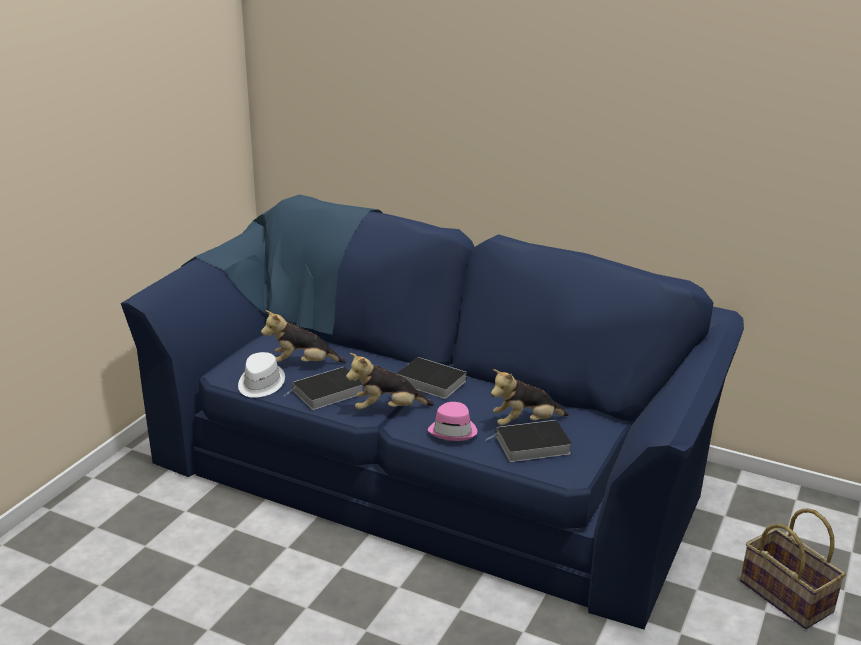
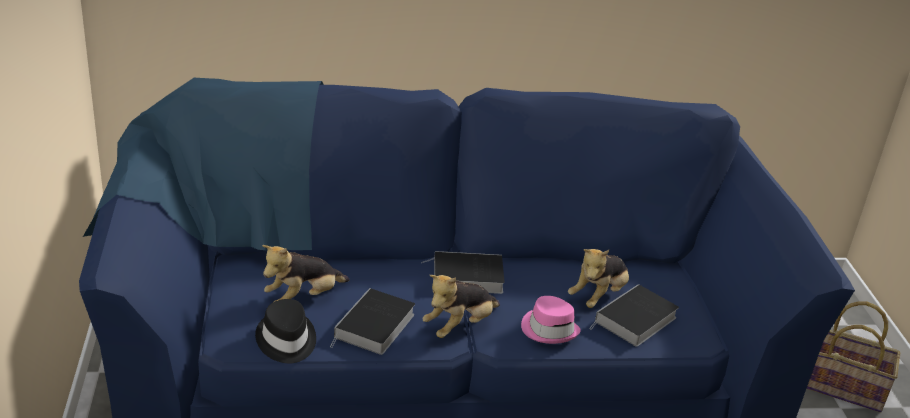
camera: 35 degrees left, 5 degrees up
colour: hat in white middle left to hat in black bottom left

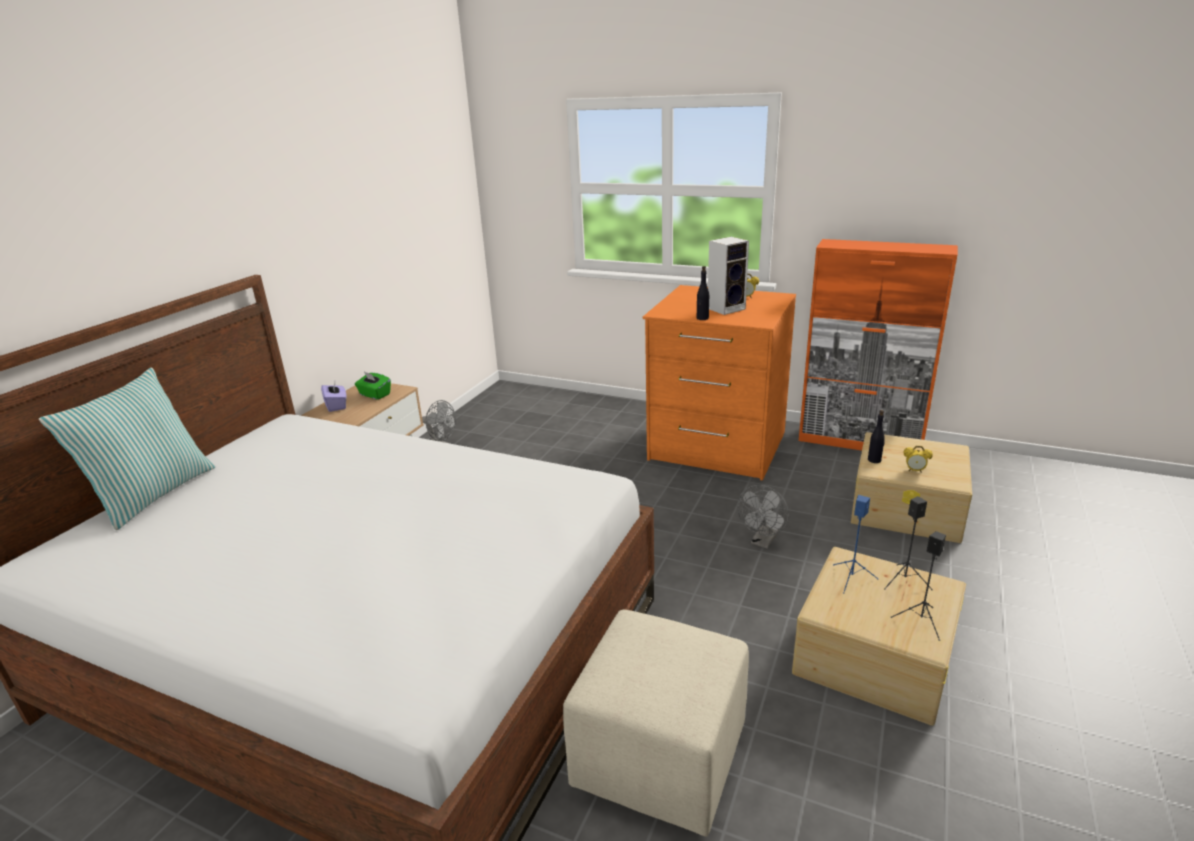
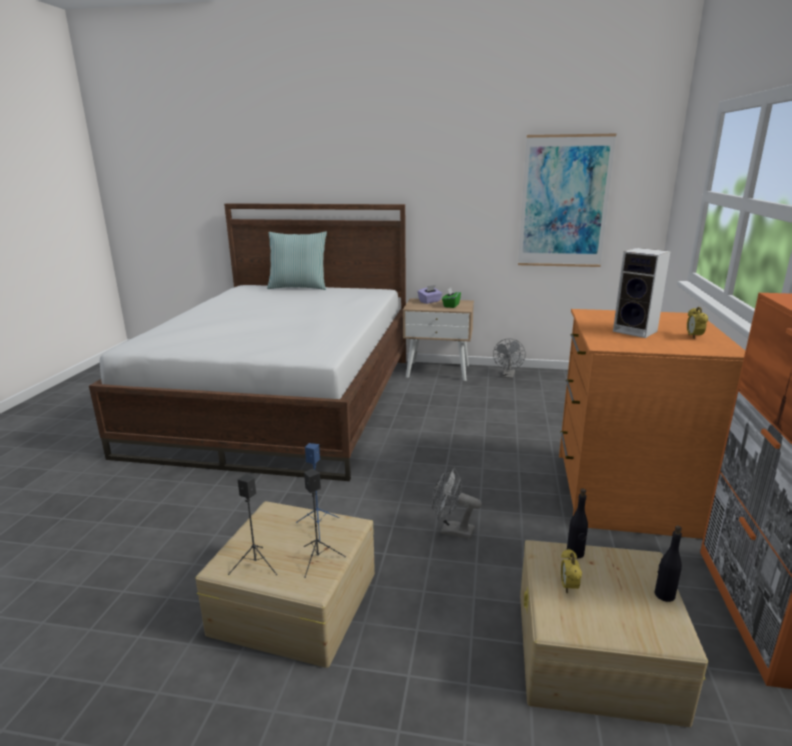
camera: 75 degrees right, 5 degrees down
missing: ottoman in beige bottom centre
appeared: picture top right
relocated: bottle in black (no. 1 from left in the first image) centre to bottle in black (no. 2 from left) bottom right

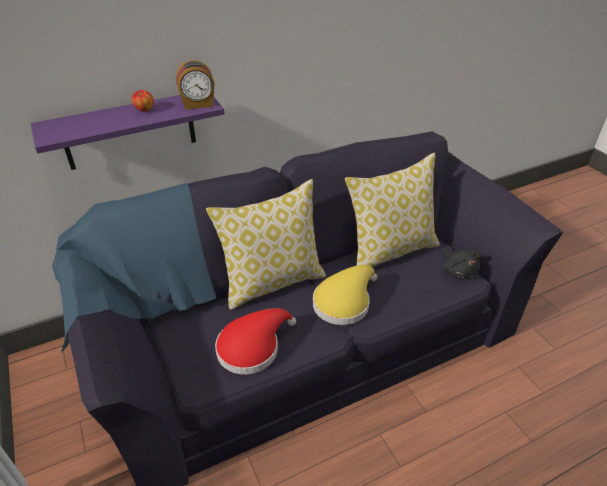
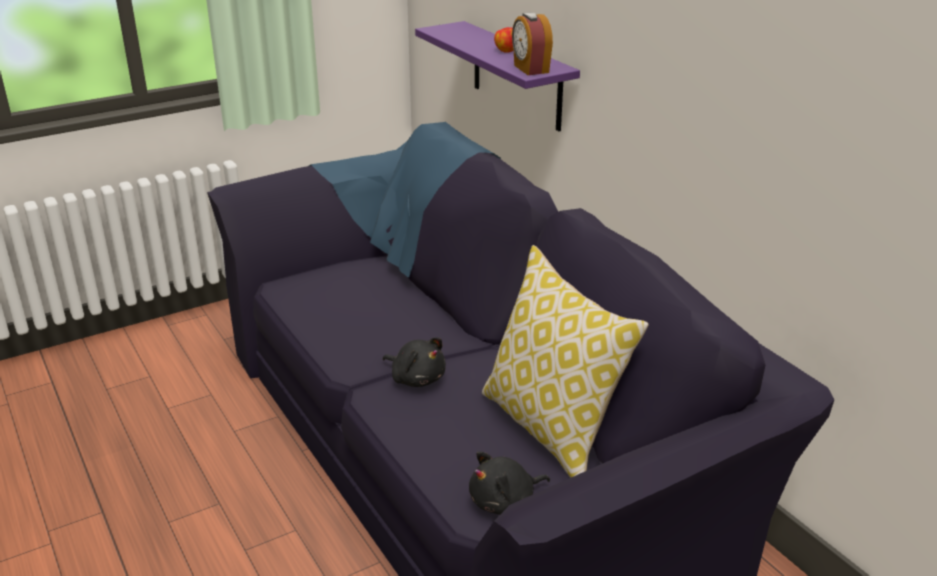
camera: 85 degrees right, 10 degrees down
missing: pillow (no. 1 from left) centre; hat in red bottom centre
exchanged: hat in yellow centre to plush toy in black (no. 1 from left) centre

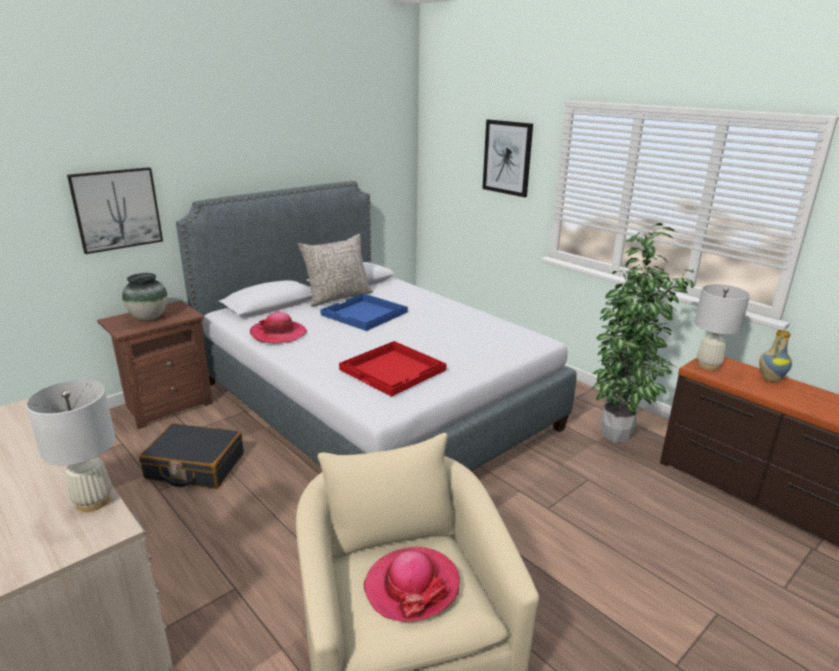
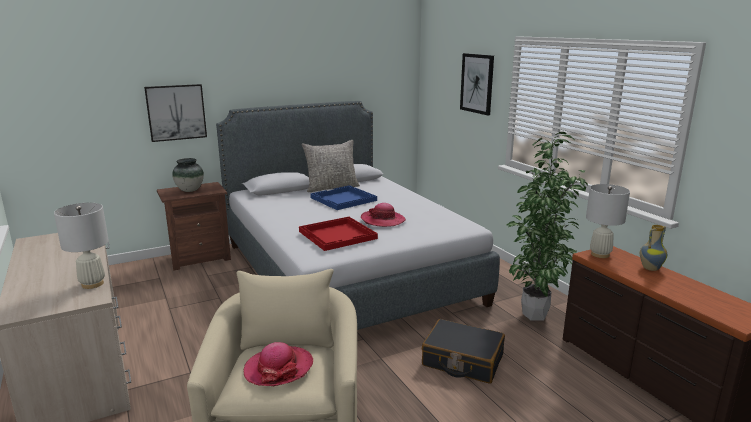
camera: 15 degrees right, 5 degrees down
relocated: suitcase in black bottom left to bottom centre; hat (no. 1 from left in the first image) middle left to hat (no. 2 from left) centre

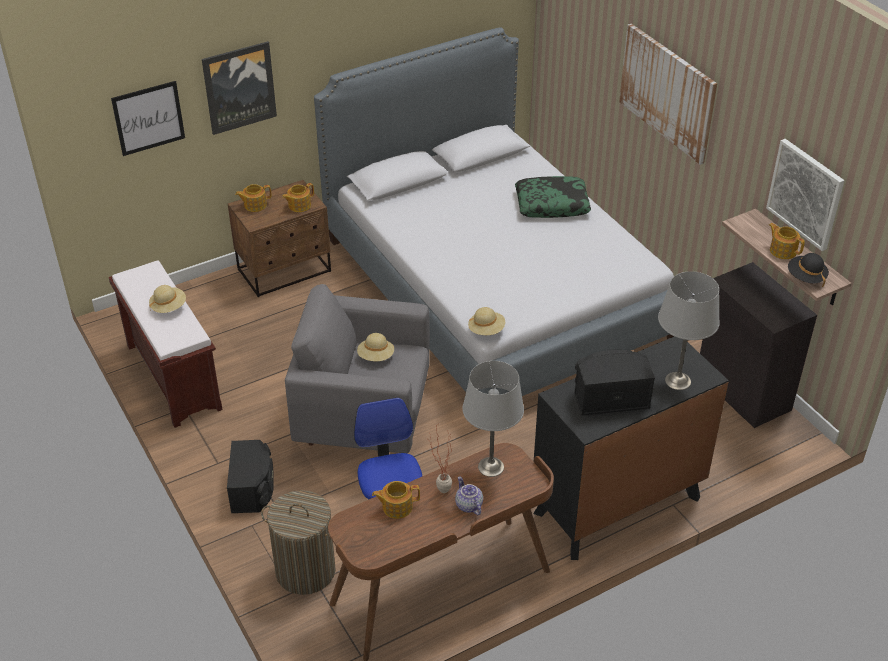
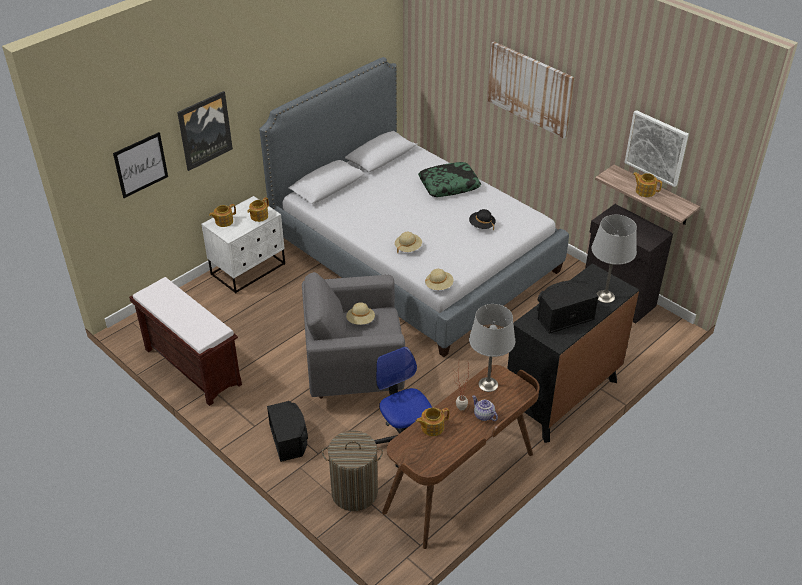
camera: 15 degrees left, 0 degrees up
relocated: hat in beige (no. 1 from left in the first image) middle left to hat in beige (no. 2 from left) centre; hat in black middle right to centre
colour: nightstand in brown middle left to nightstand in white middle left

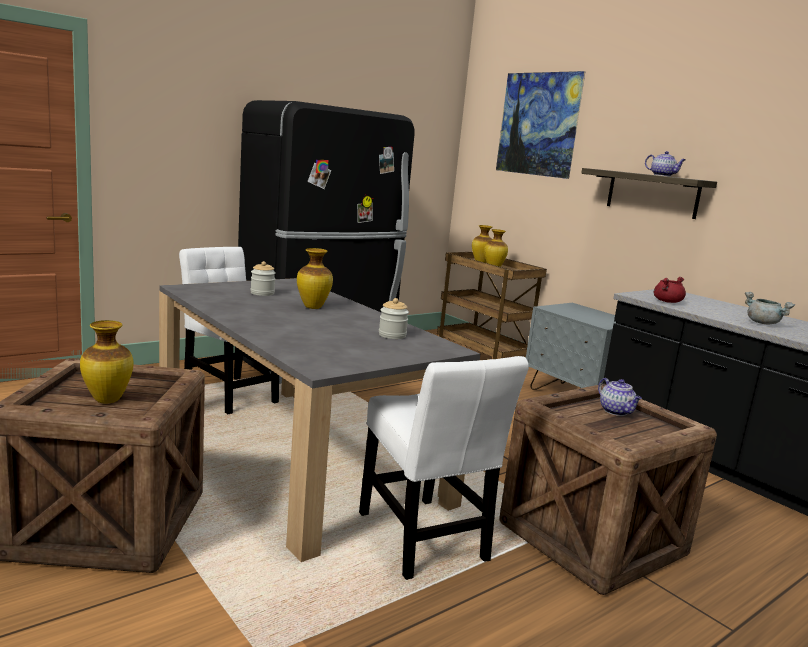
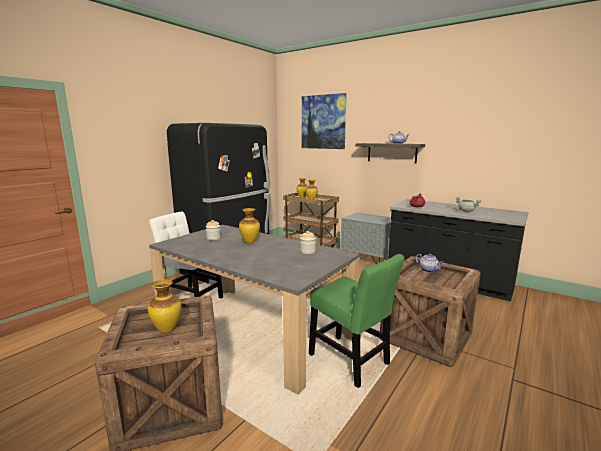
camera: 15 degrees left, 0 degrees up
colour: chair in white (no. 2 from left) bottom centre to chair in green bottom centre

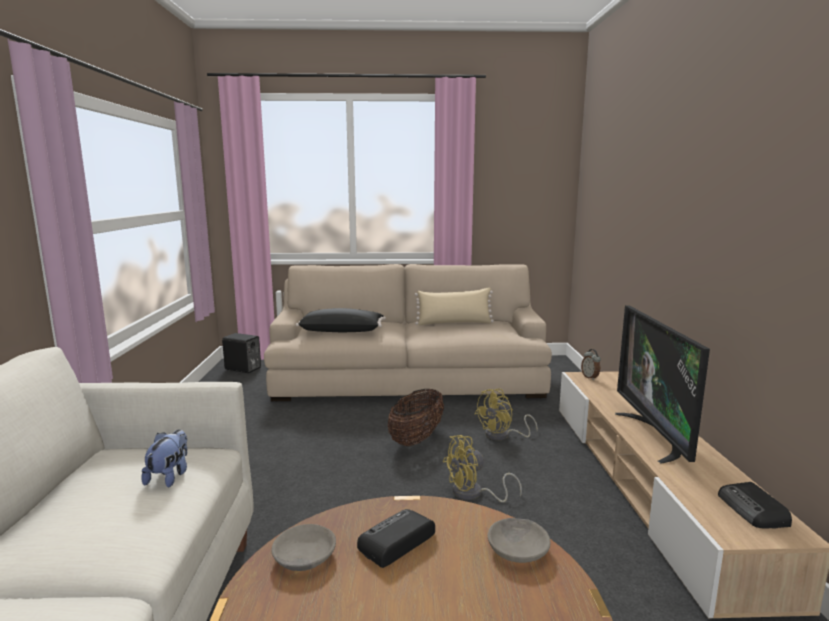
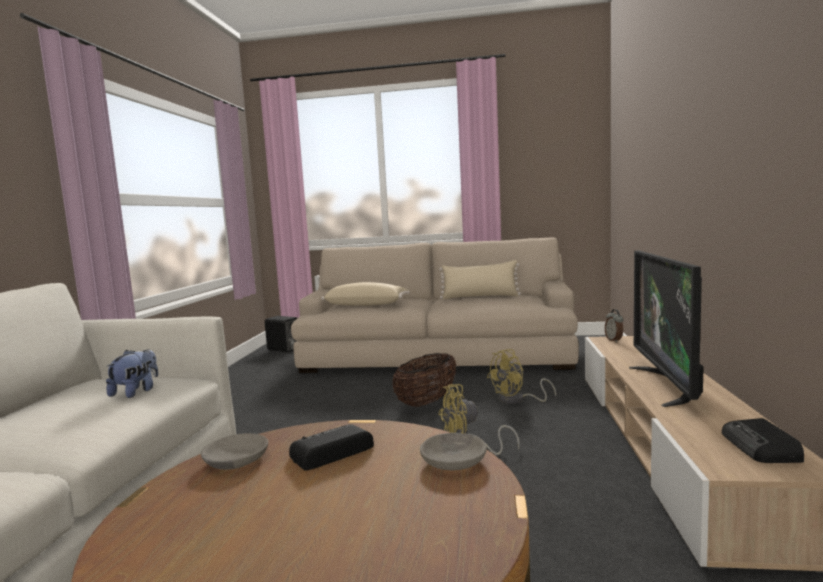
camera: 10 degrees right, 5 degrees down
colour: pillow in black centre to pillow in beige (no. 1 from left) centre

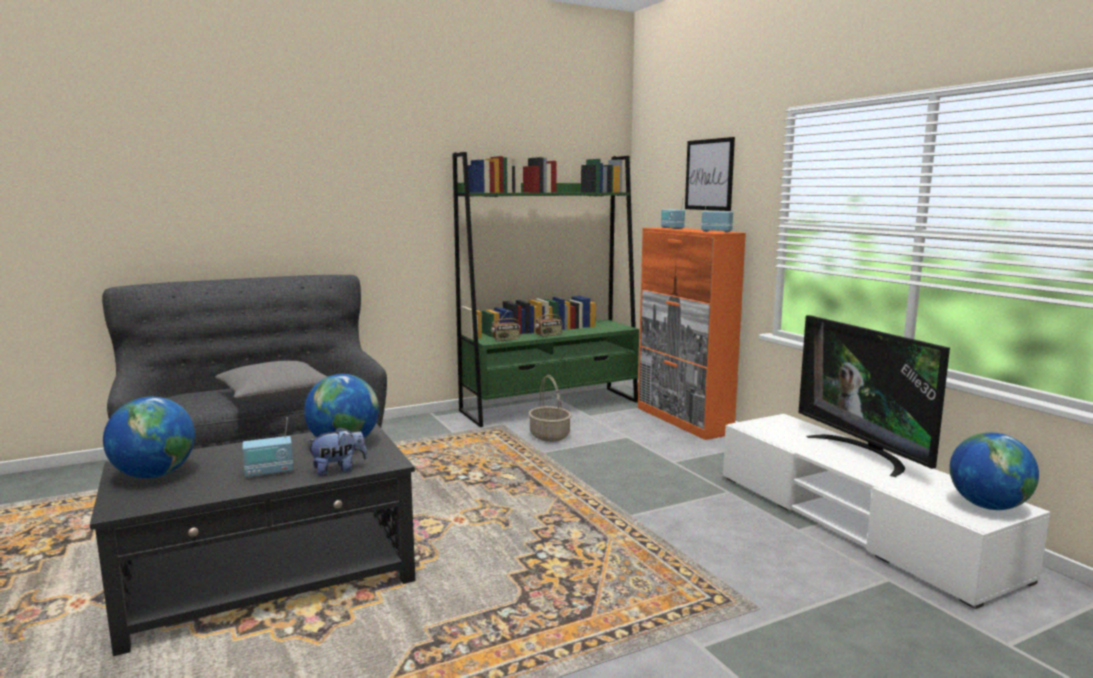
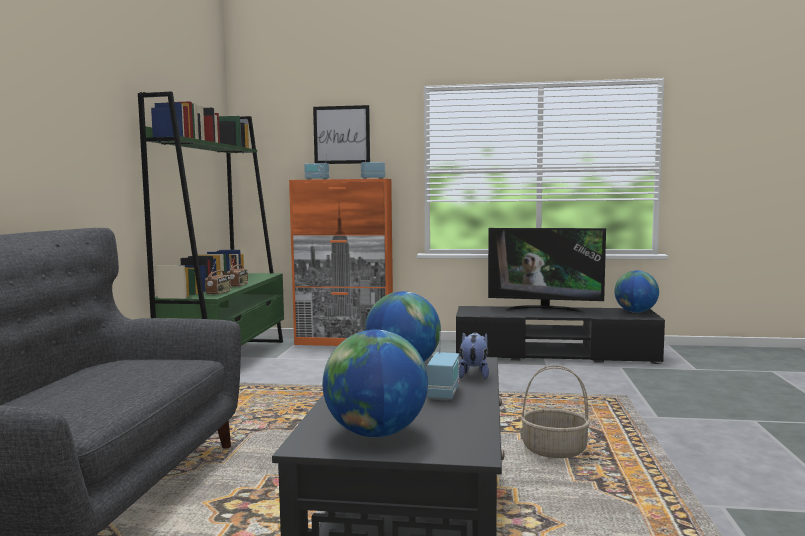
camera: 55 degrees left, 5 degrees down
missing: pillow in grey middle left
relocated: basket centre to bottom right
colour: tv stand in white bottom right to tv stand in black middle right

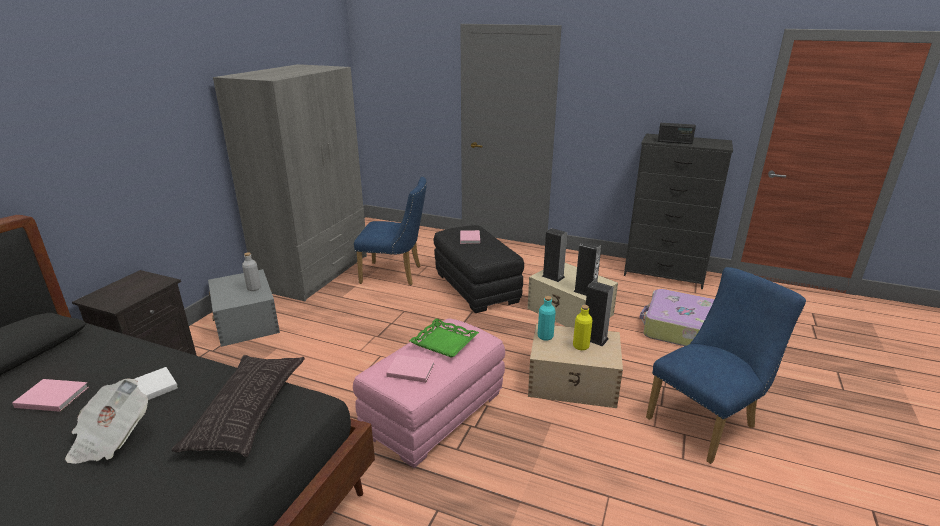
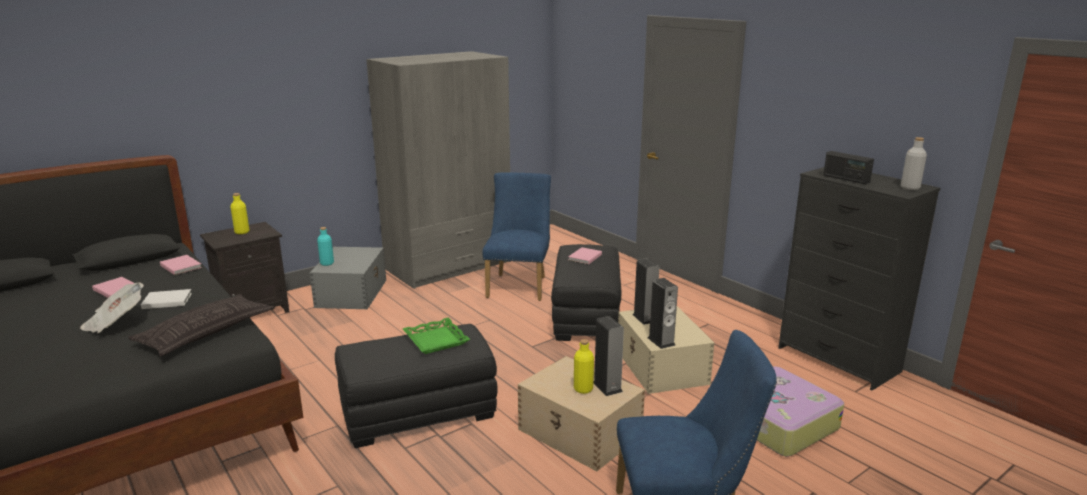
camera: 30 degrees right, 5 degrees down
appeared: bottle in yellow (no. 1 from left) middle left
relocated: bottle in grey middle left to top right; book in pink (no. 2 from left) bottom centre to middle left; bottle in turquoise centre to middle left
colour: ottoman in pink bottom centre to ottoman in black (no. 1 from left) bottom centre
spun: chair in blue (no. 1 from left) centre = centre 120 degrees counterclockwise

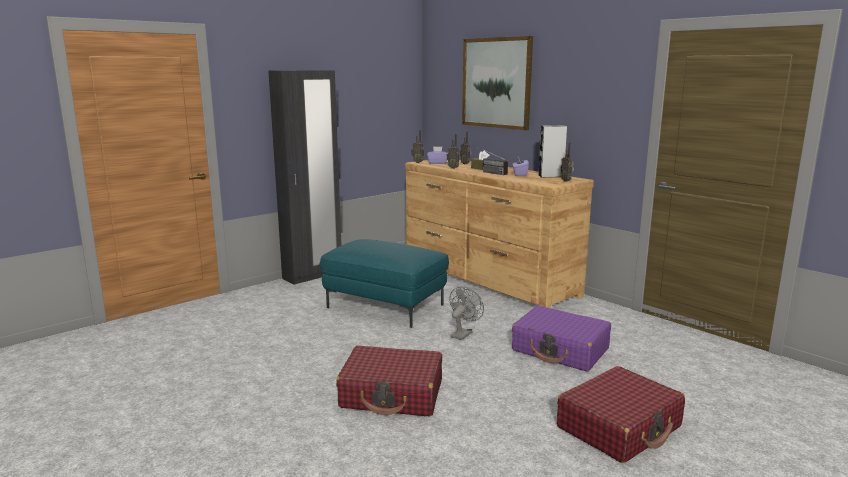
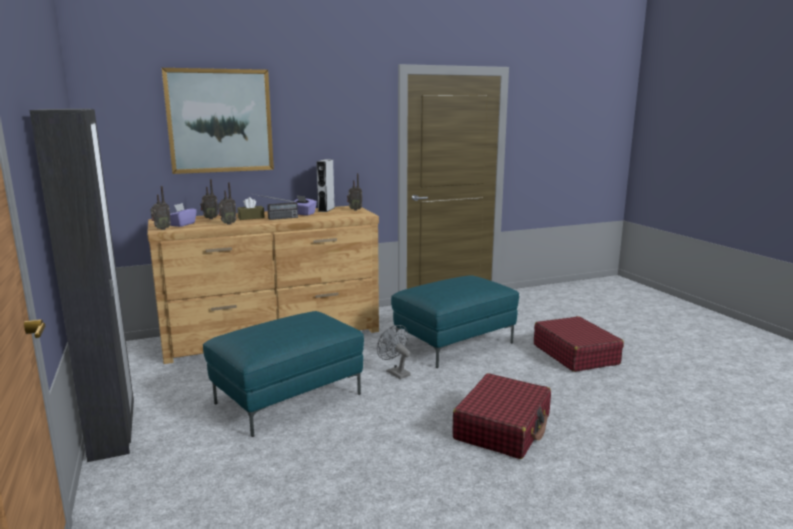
camera: 70 degrees left, 0 degrees up
exchanged: suitcase in purple bottom centre to ottoman in turquoise (no. 2 from left) centre

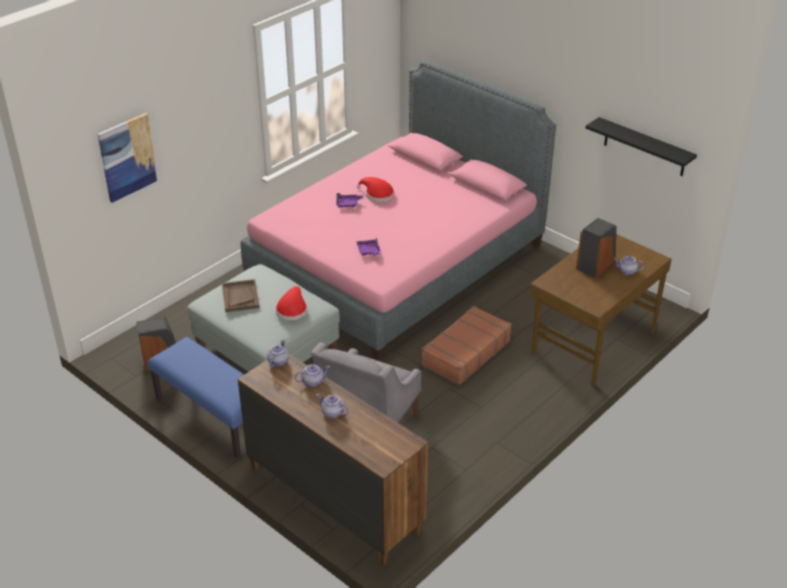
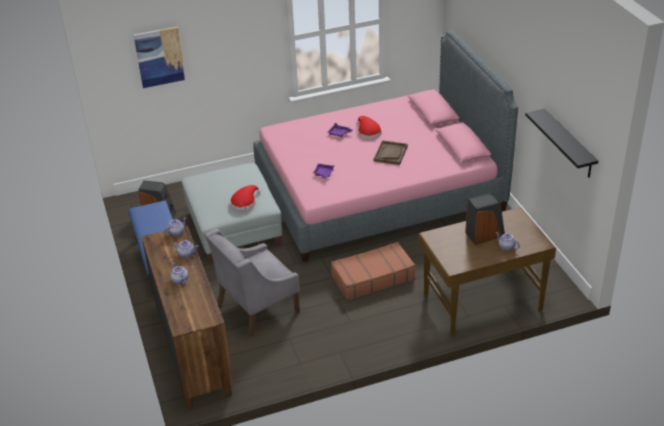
camera: 30 degrees right, 0 degrees up
relocated: tray in brown middle left to centre

